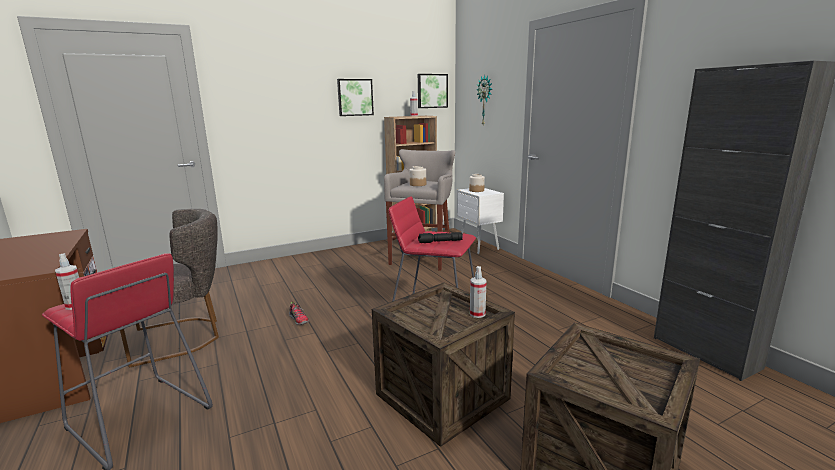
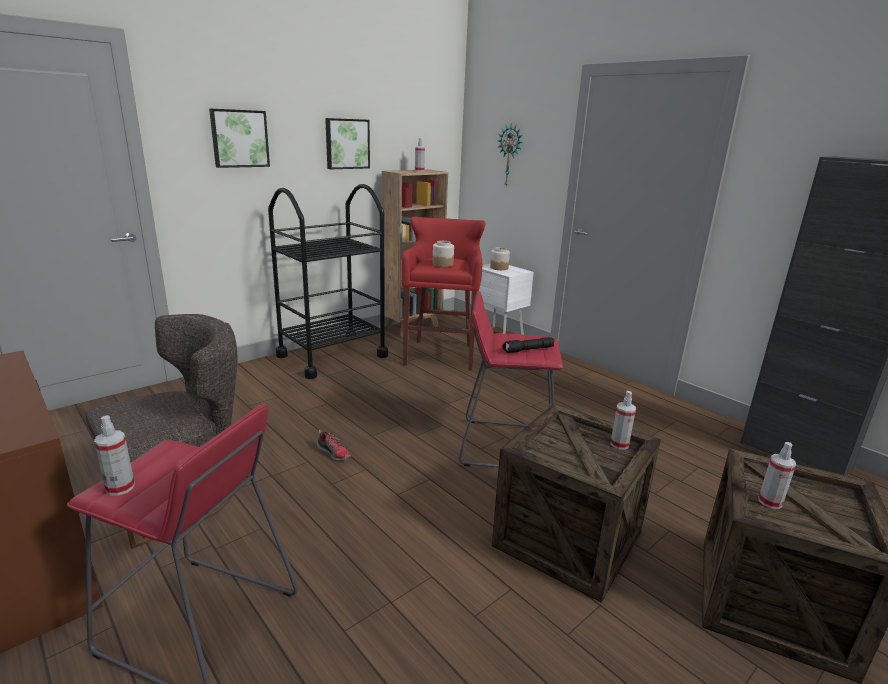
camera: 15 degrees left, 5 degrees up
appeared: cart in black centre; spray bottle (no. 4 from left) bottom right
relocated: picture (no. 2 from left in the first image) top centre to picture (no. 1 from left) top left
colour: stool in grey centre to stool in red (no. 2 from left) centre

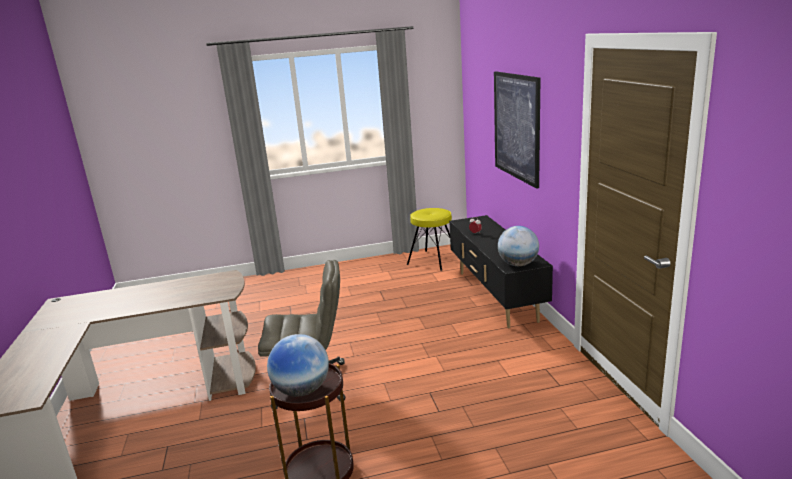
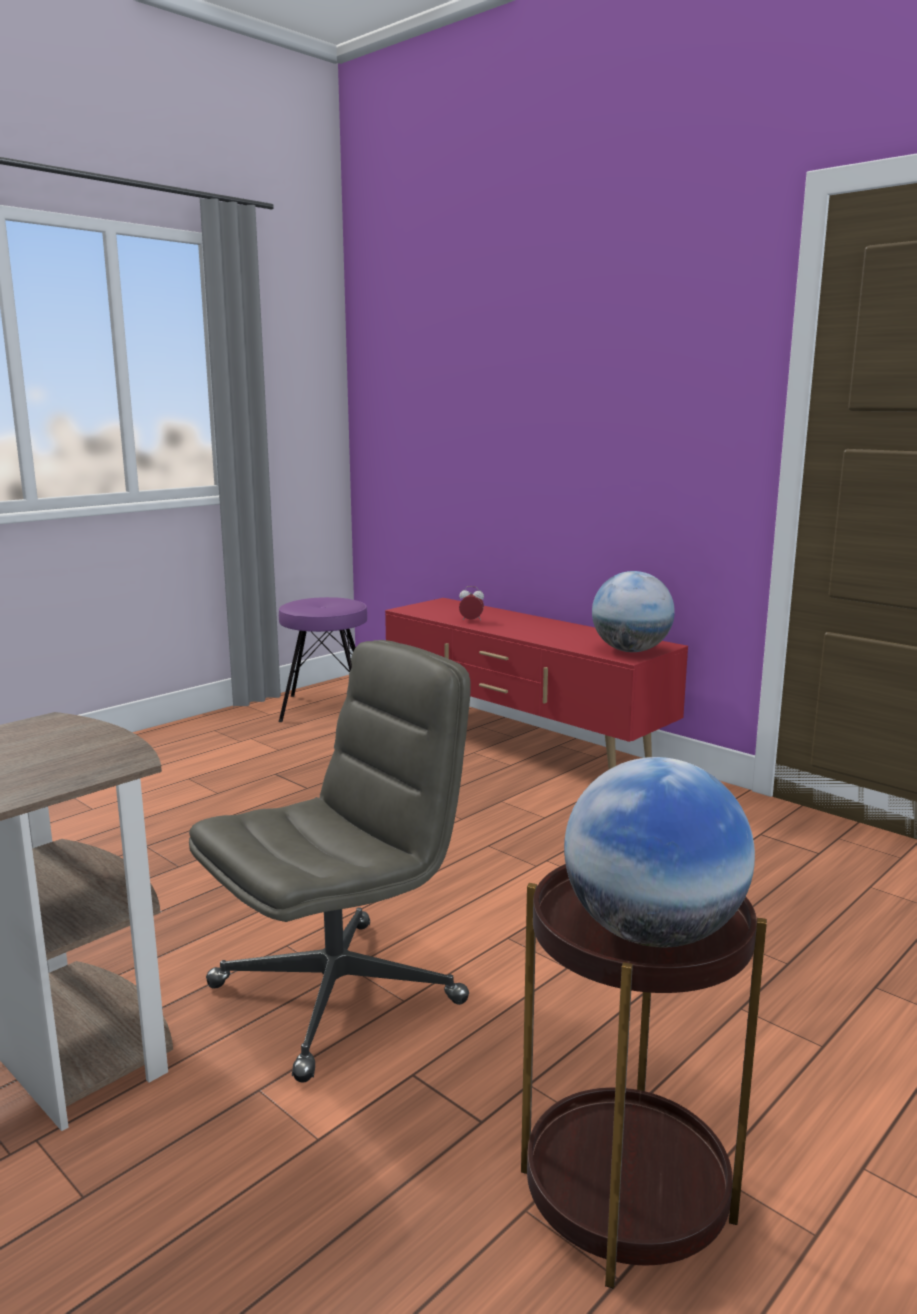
camera: 35 degrees left, 5 degrees down
missing: picture top centre
colour: stool in yellow centre to stool in purple centre; tv stand in black centre to tv stand in red centre

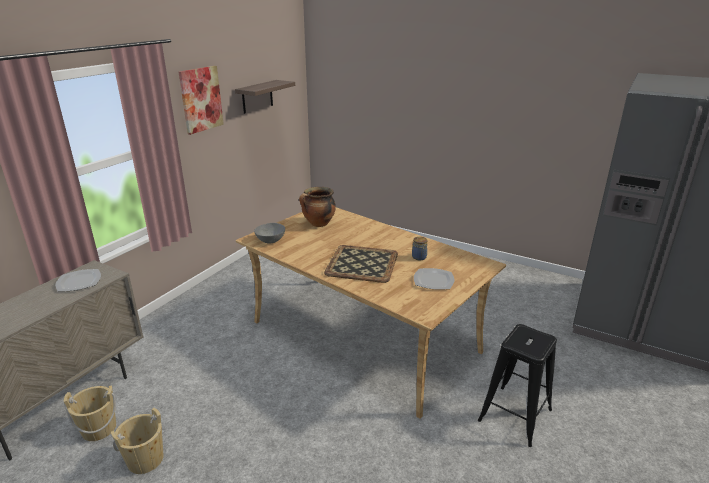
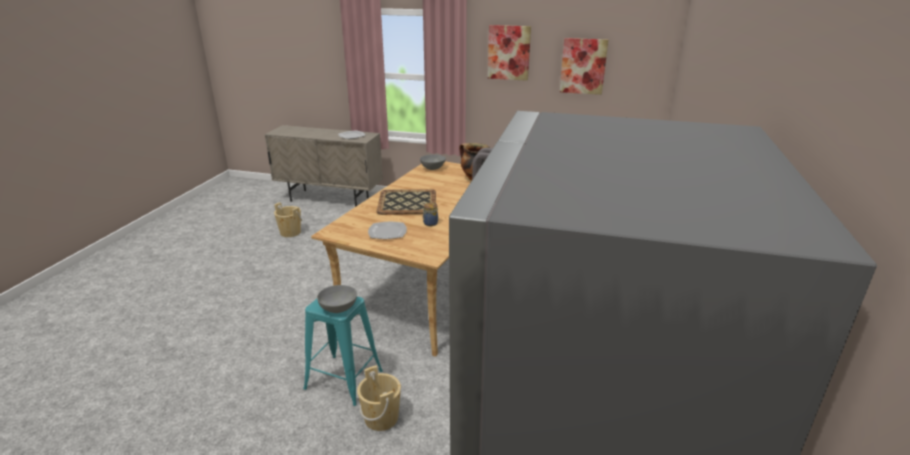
camera: 75 degrees right, 0 degrees up
appeared: bowl in grey (no. 1 from left) centre
relocated: bucket in beige (no. 1 from left in the first image) bottom left to bucket in beige (no. 2 from left) bottom centre
exchanged: shelf top centre to picture (no. 2 from left) top centre
colour: stool in black bottom right to stool in turquoise bottom centre

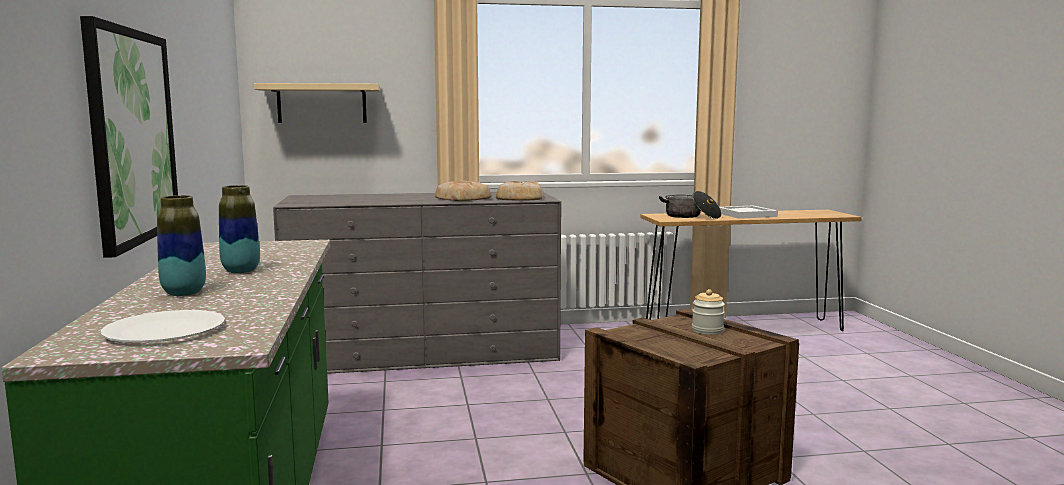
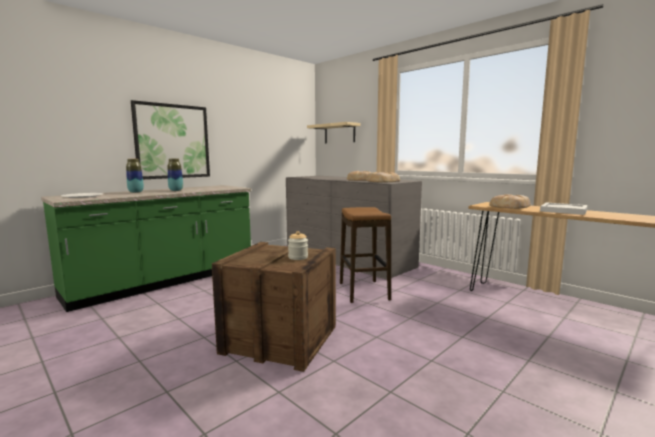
camera: 55 degrees right, 0 degrees up
appeared: stool centre
exchanged: cooking pot centre to bread (no. 3 from left) middle right

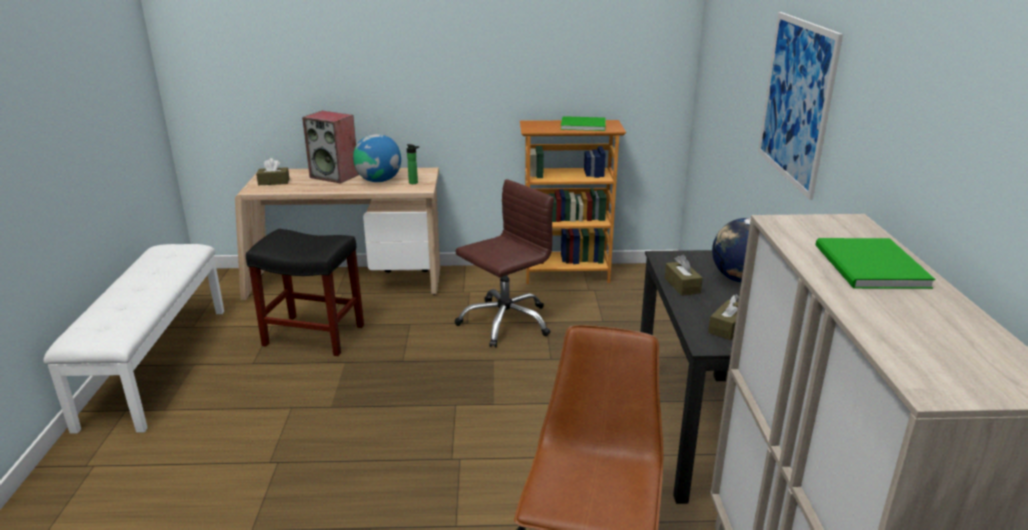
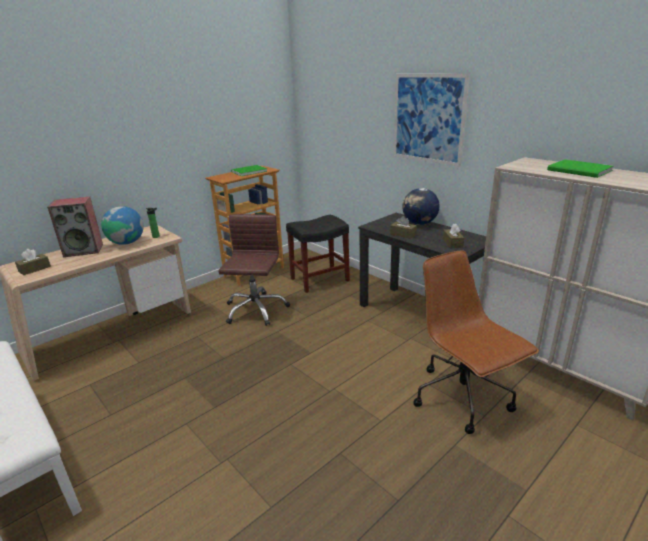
camera: 40 degrees left, 0 degrees up
relocated: stool in black middle left to centre

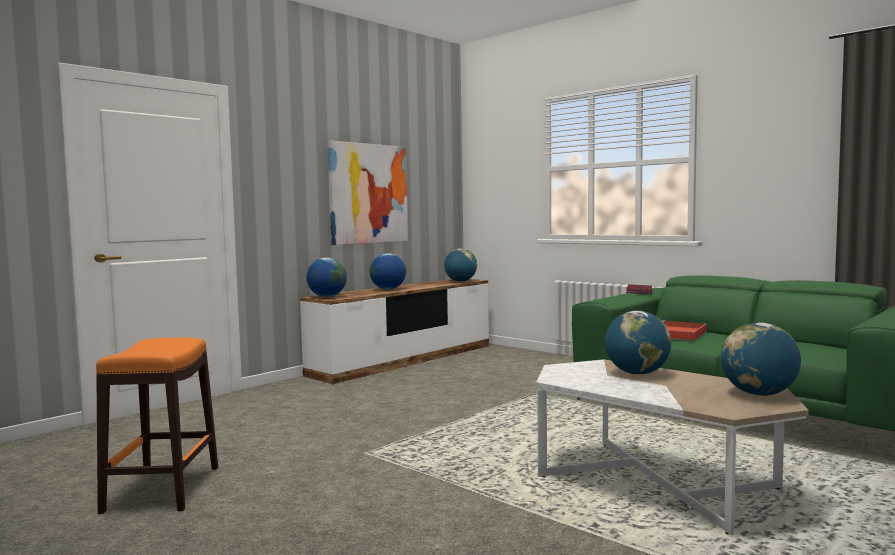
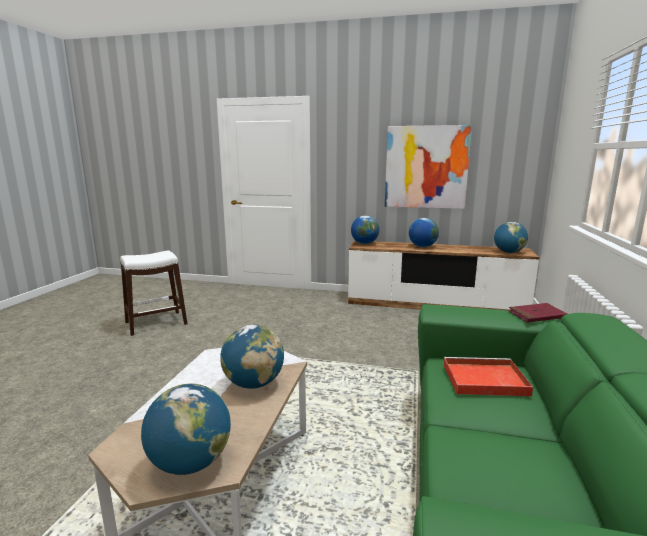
camera: 60 degrees right, 10 degrees up
colour: stool in orange bottom left to stool in white middle left

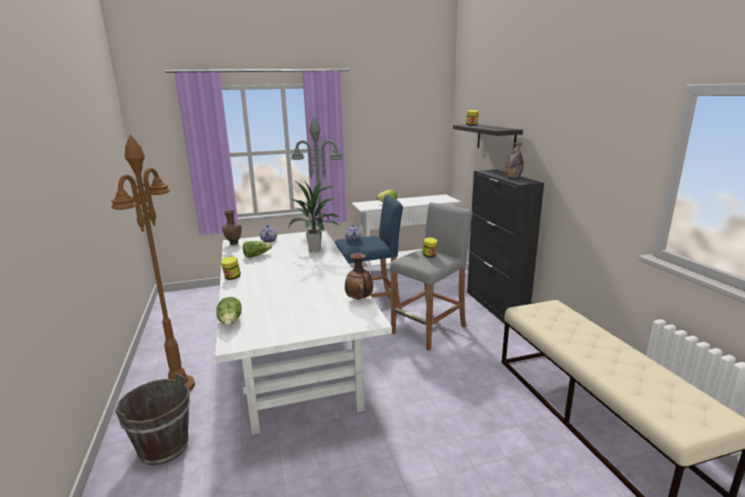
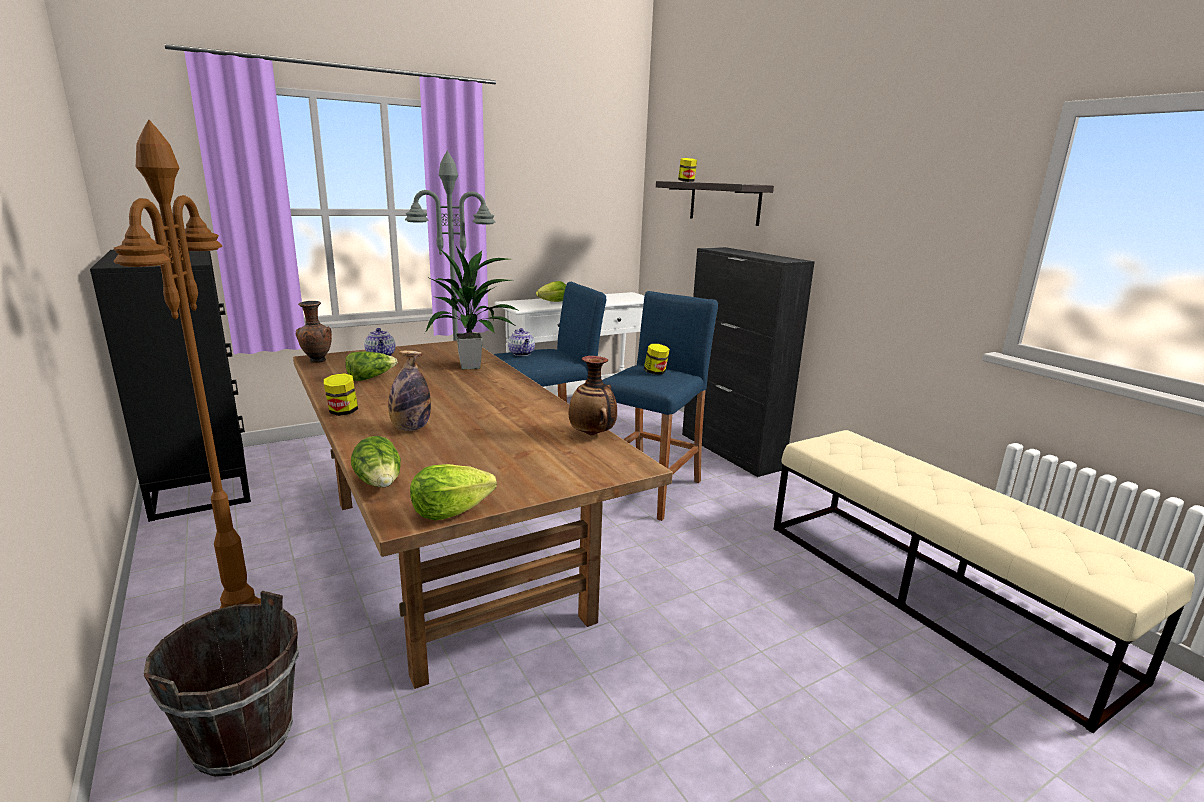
camera: 15 degrees left, 0 degrees up
appeared: dresser in black middle left; lettuce (no. 3 from left) centre
relocated: bottle top right to centre
colour: dining table in white bottom centre to dining table in brown centre; stool in grey centre to stool in blue (no. 2 from left) centre

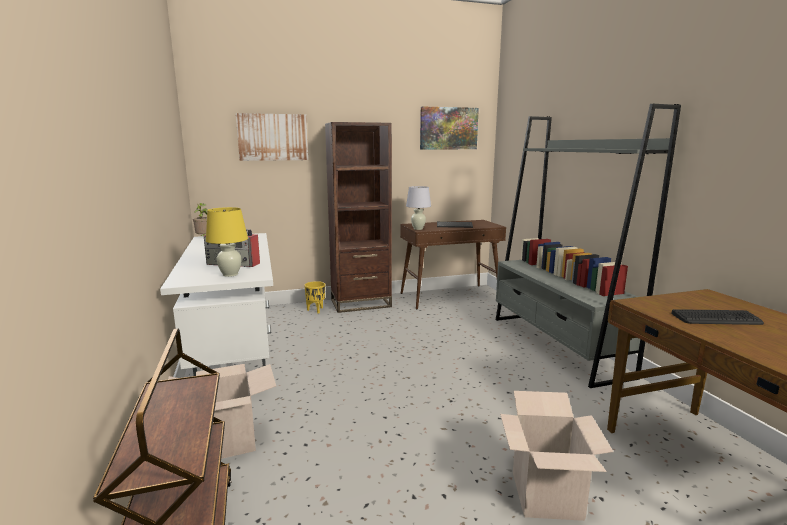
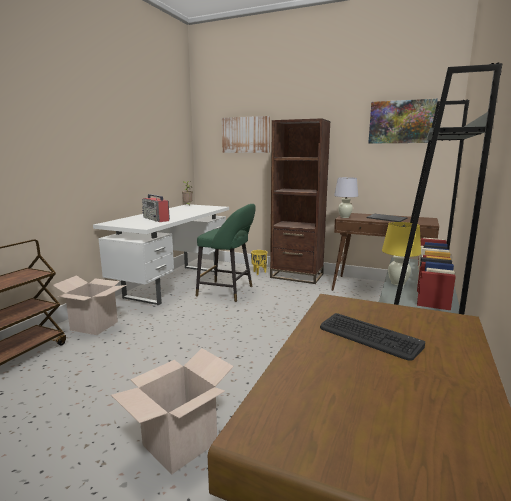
camera: 40 degrees right, 0 degrees up
appeared: stool in green centre
relocated: table lamp in yellow middle left to middle right

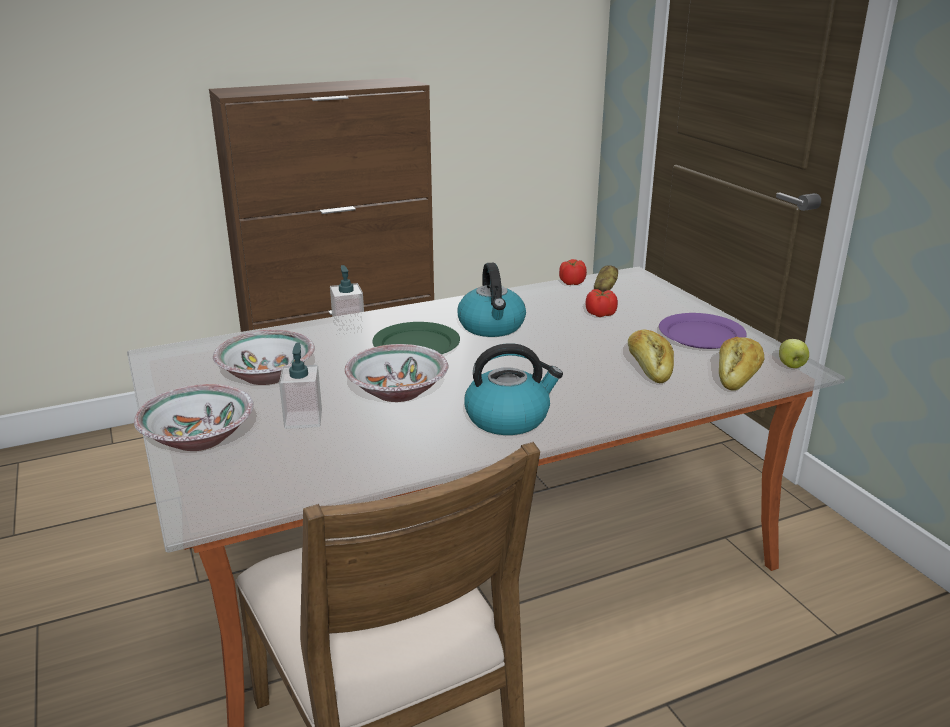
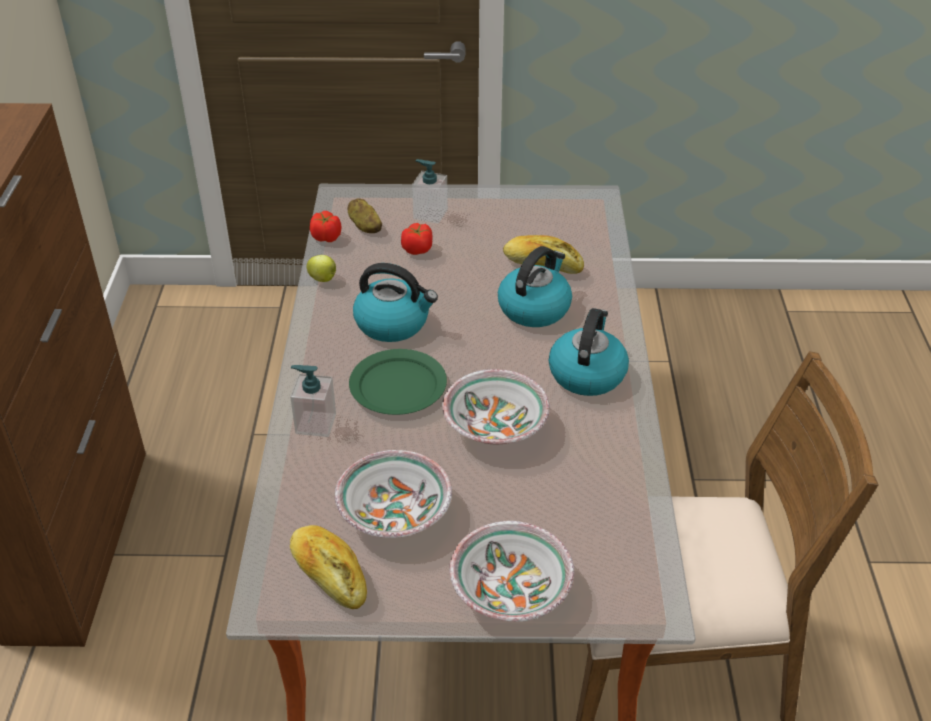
camera: 65 degrees left, 15 degrees up
missing: plate in purple middle right
appeared: kettle (no. 2 from left) centre
relocated: soap dispenser (no. 1 from left in the first image) middle left to soap dispenser (no. 2 from left) top centre; bread (no. 2 from left in the first image) middle right to bread (no. 1 from left) bottom centre; apple middle right to centre

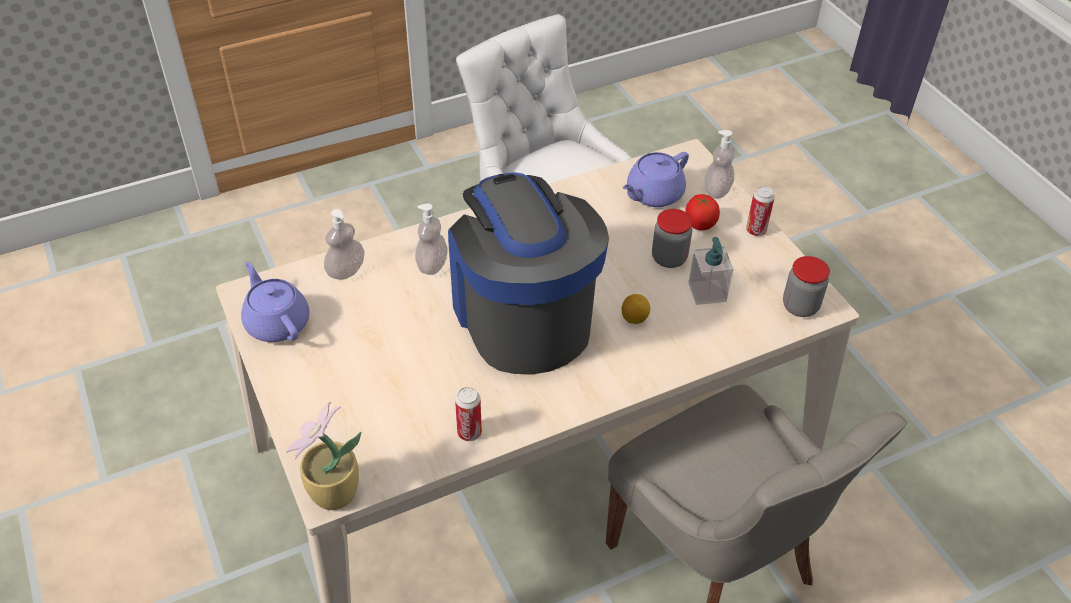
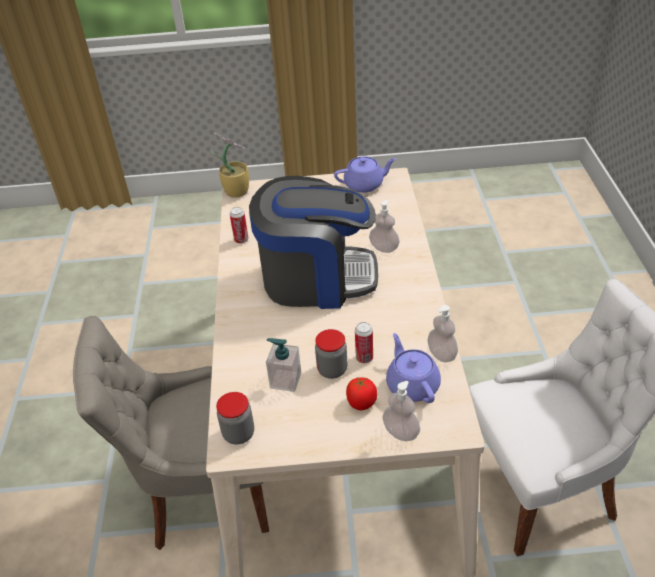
camera: 115 degrees right, 5 degrees down
missing: lemon centre
relocated: soap dispenser (no. 1 from left in the first image) middle left to soap dispenser (no. 4 from left) middle right; can (no. 2 from left) middle right to centre

